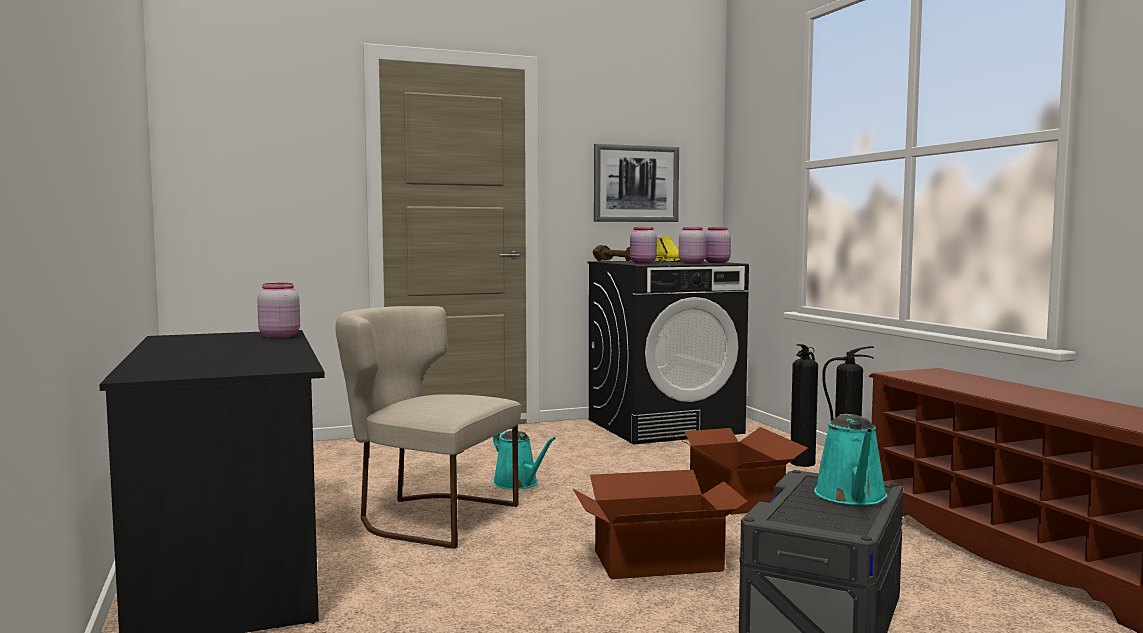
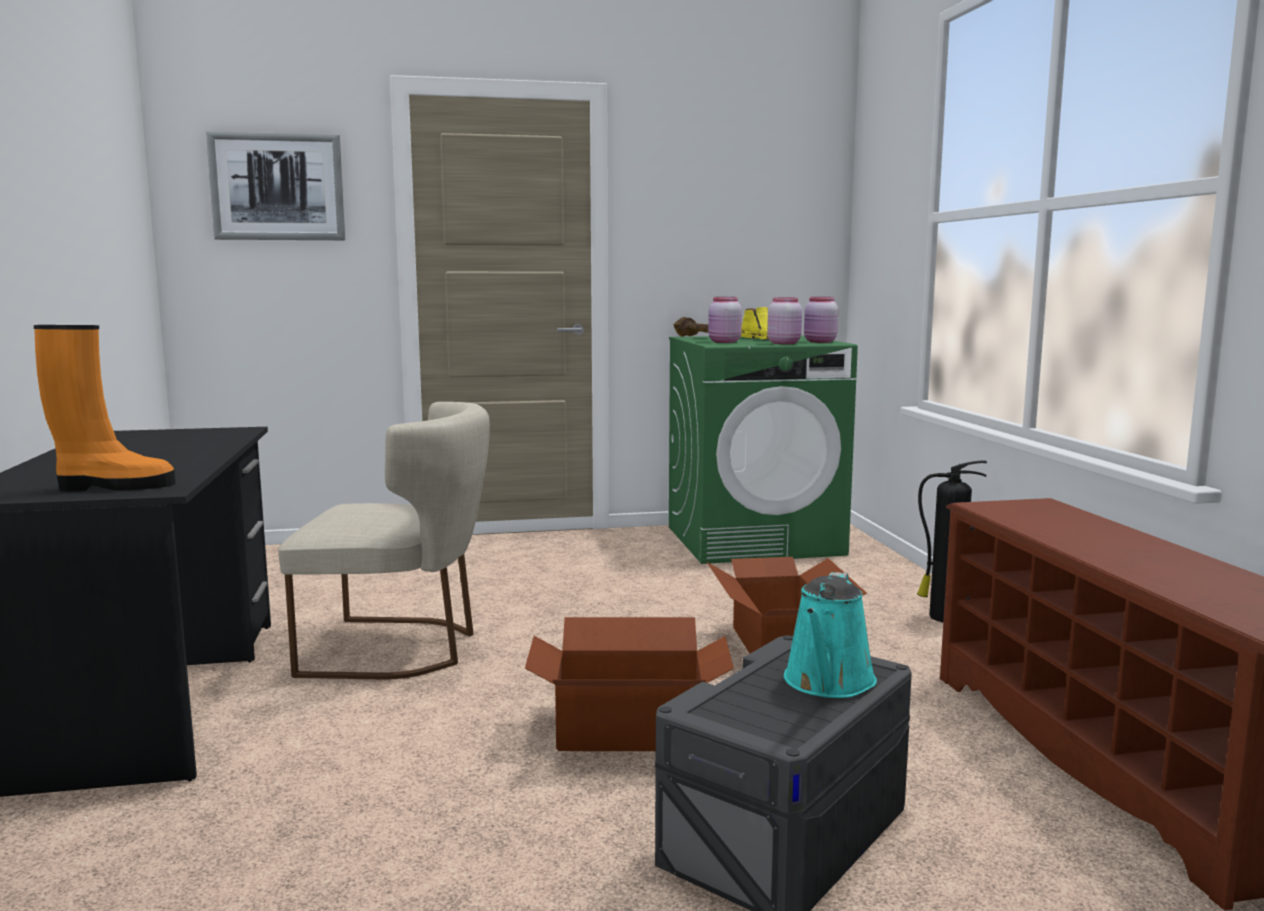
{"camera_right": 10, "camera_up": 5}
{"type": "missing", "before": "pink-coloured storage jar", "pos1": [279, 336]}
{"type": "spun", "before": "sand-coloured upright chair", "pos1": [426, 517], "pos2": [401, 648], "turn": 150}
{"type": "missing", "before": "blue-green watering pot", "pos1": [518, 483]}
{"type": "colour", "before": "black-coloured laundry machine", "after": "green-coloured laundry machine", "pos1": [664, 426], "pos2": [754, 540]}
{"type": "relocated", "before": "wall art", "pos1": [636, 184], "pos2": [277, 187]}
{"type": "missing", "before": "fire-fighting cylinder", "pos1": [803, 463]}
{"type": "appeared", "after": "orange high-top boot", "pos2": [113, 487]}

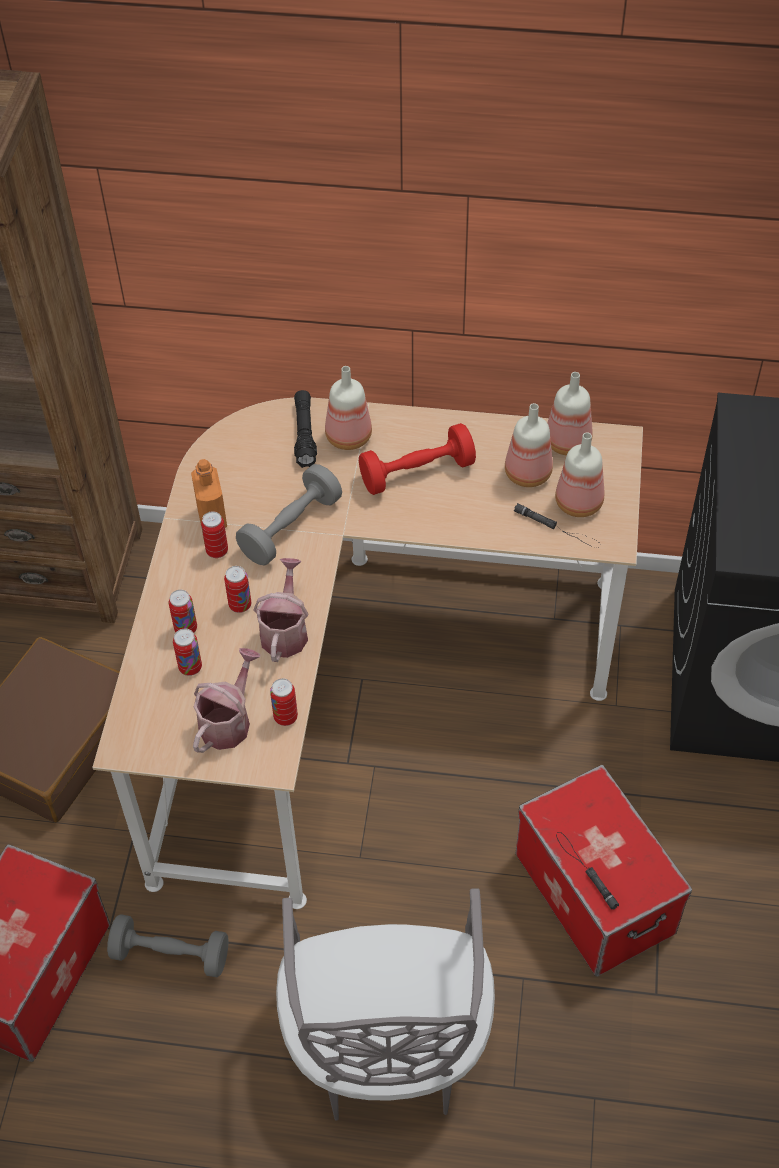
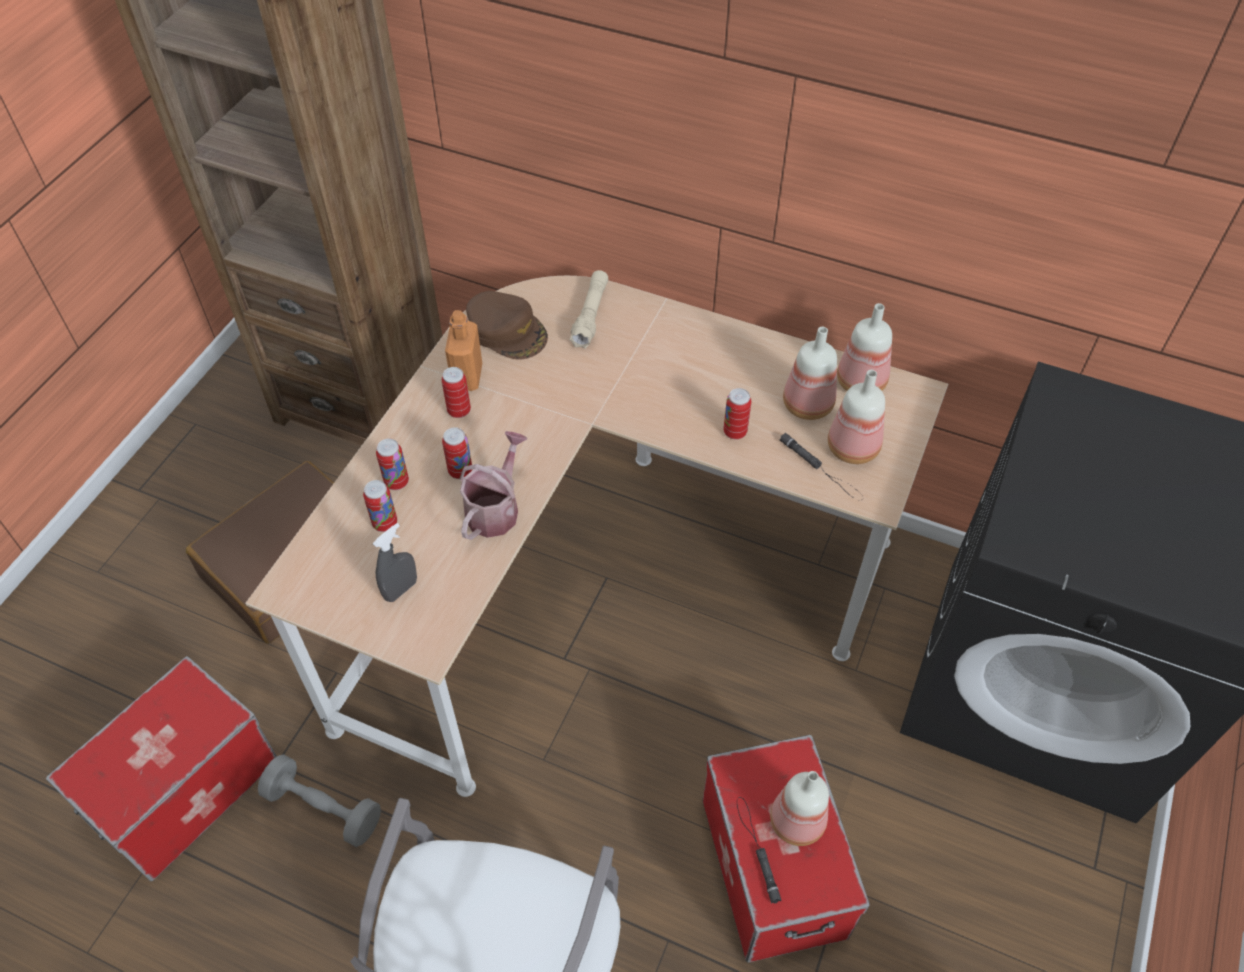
{"camera_right": 15, "camera_up": 0}
{"type": "exchanged", "before": "watering pot", "after": "grey hand sprayer", "pos1": [228, 721], "pos2": [401, 589]}
{"type": "missing", "before": "grey free weight", "pos1": [291, 528]}
{"type": "relocated", "before": "metal can", "pos1": [285, 717], "pos2": [735, 432]}
{"type": "colour", "before": "black-coloured flashlight", "after": "sand-coloured flashlight", "pos1": [304, 434], "pos2": [590, 315]}
{"type": "relocated", "before": "drink bottle", "pos1": [348, 438], "pos2": [796, 823]}
{"type": "missing", "before": "red-coloured free weight", "pos1": [417, 473]}
{"type": "appeared", "after": "brown-coloured peaked cap", "pos2": [507, 331]}

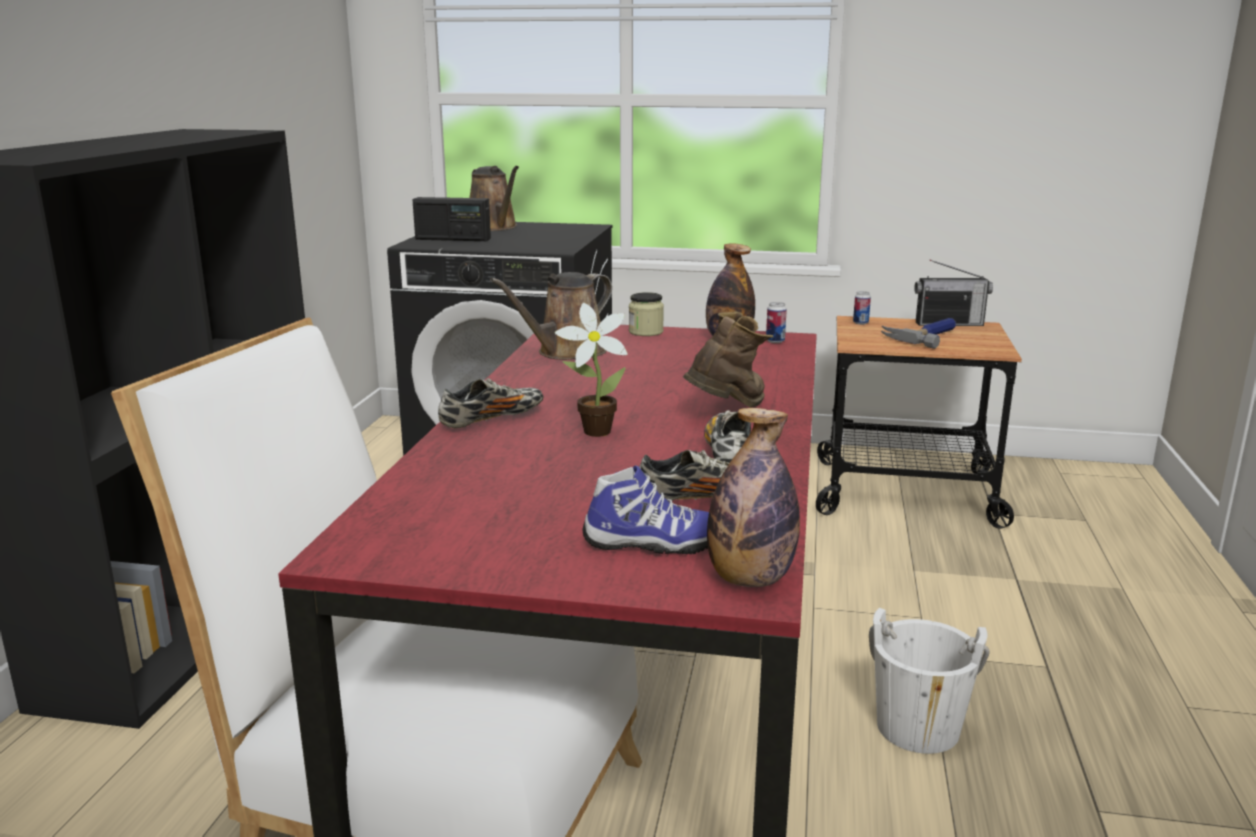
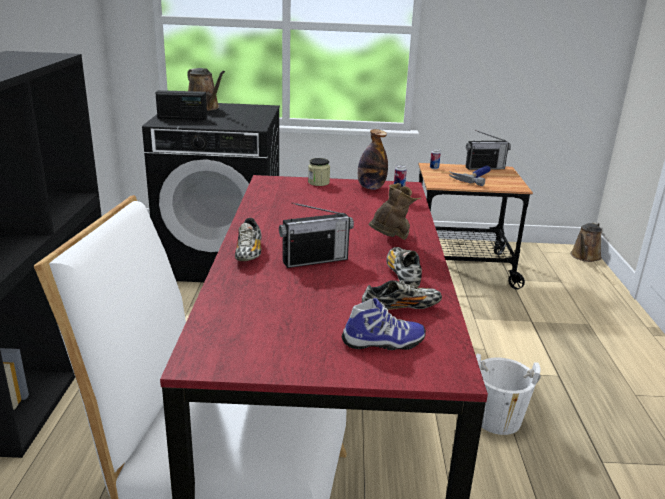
{"camera_right": -10, "camera_up": 5}
{"type": "spun", "before": "shoe", "pos1": [492, 419], "pos2": [249, 253], "turn": 135}
{"type": "relocated", "before": "brown-coloured watering pot", "pos1": [566, 352], "pos2": [584, 257]}
{"type": "exchanged", "before": "houseplant", "after": "radio set", "pos1": [592, 431], "pos2": [315, 260]}
{"type": "missing", "before": "drink bottle", "pos1": [750, 579]}

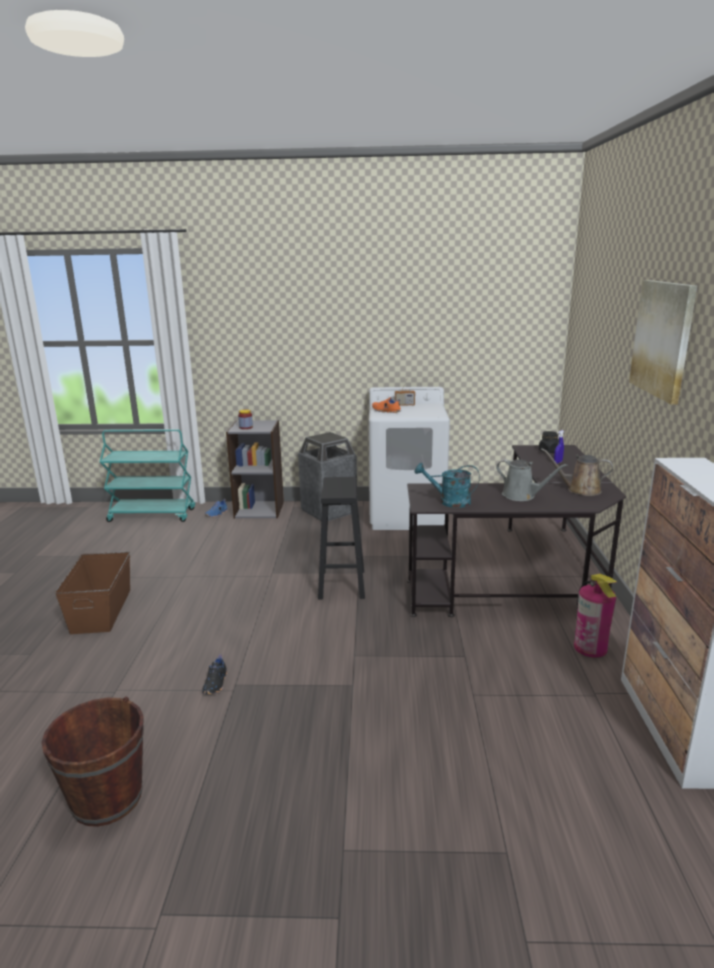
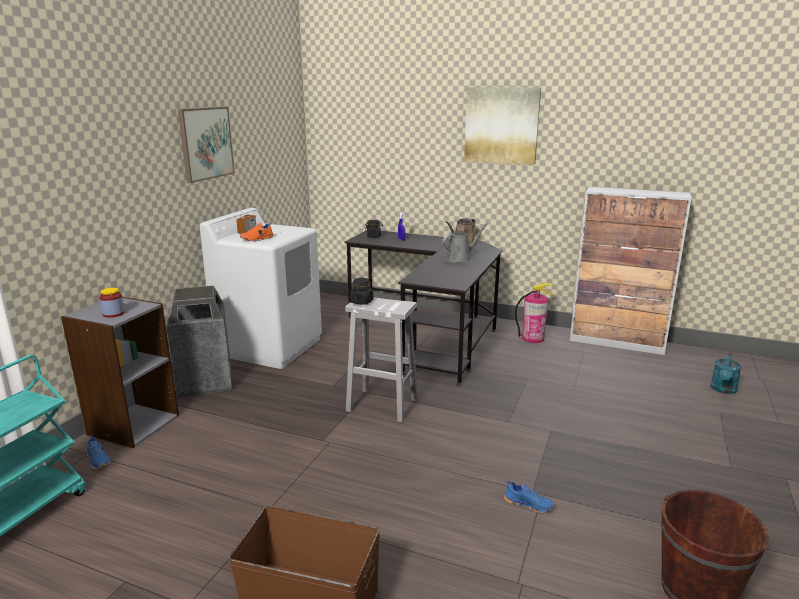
{"camera_right": -70, "camera_up": 0}
{"type": "colour", "before": "black-coloured shoe", "after": "blue shoe", "pos1": [216, 684], "pos2": [528, 504]}
{"type": "colour", "before": "black-coloured stool seat", "after": "white stool seat", "pos1": [341, 583], "pos2": [381, 405]}
{"type": "relocated", "before": "blue-green watering pot", "pos1": [449, 502], "pos2": [723, 390]}
{"type": "appeared", "after": "wall art", "pos2": [206, 143]}
{"type": "appeared", "after": "black-coloured storage jar", "pos2": [361, 302]}

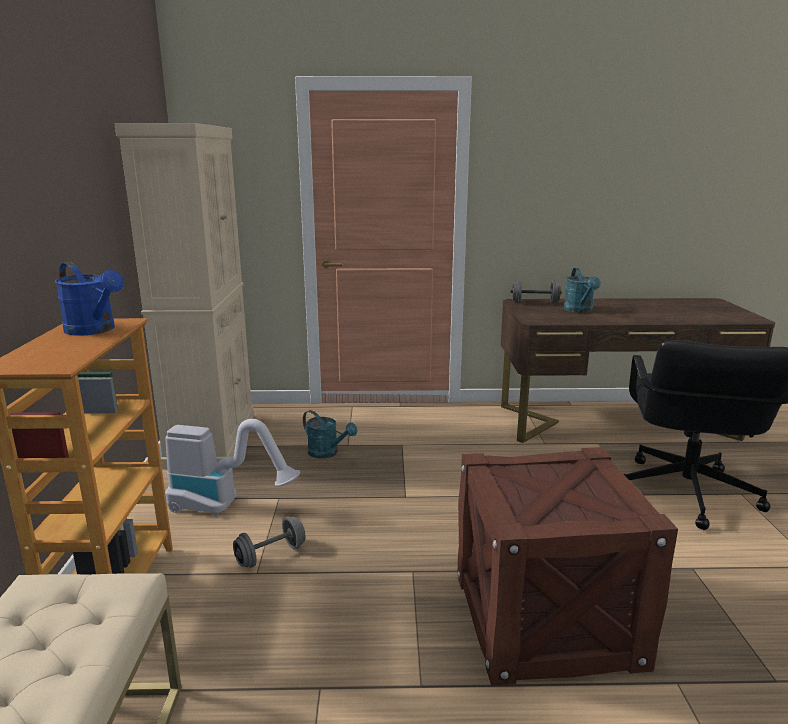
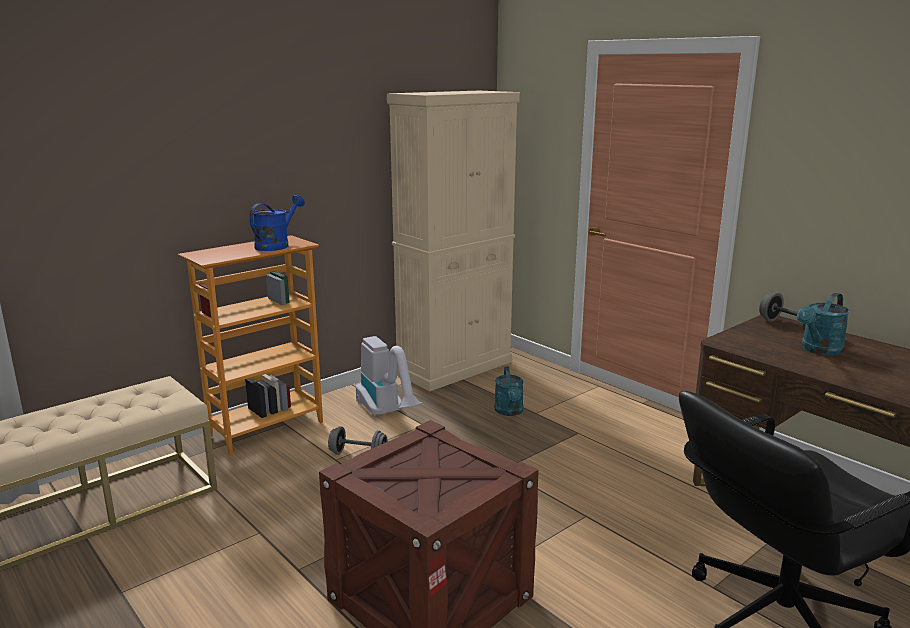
{"camera_right": 50, "camera_up": 0}
{"type": "spun", "before": "blue watering pot", "pos1": [95, 330], "pos2": [276, 245], "turn": -150}

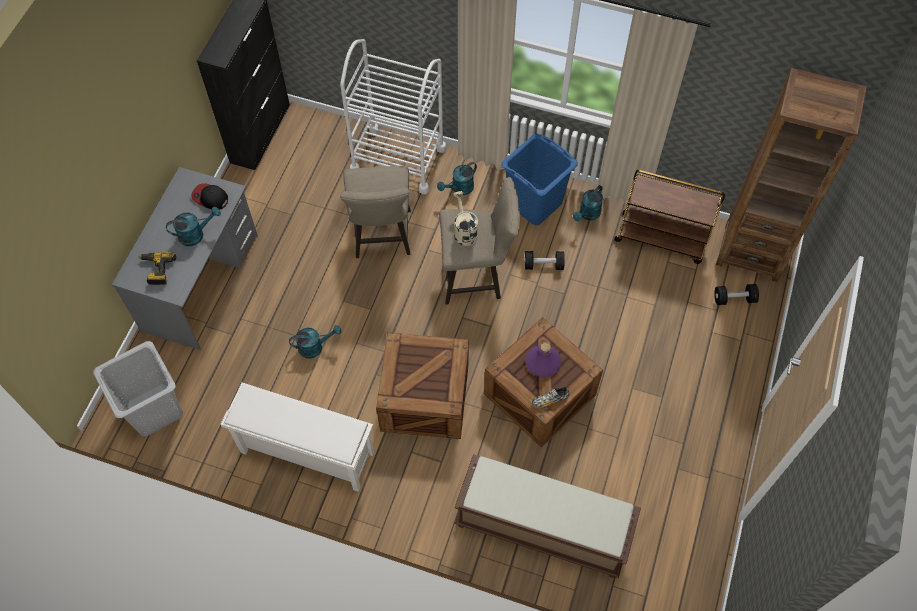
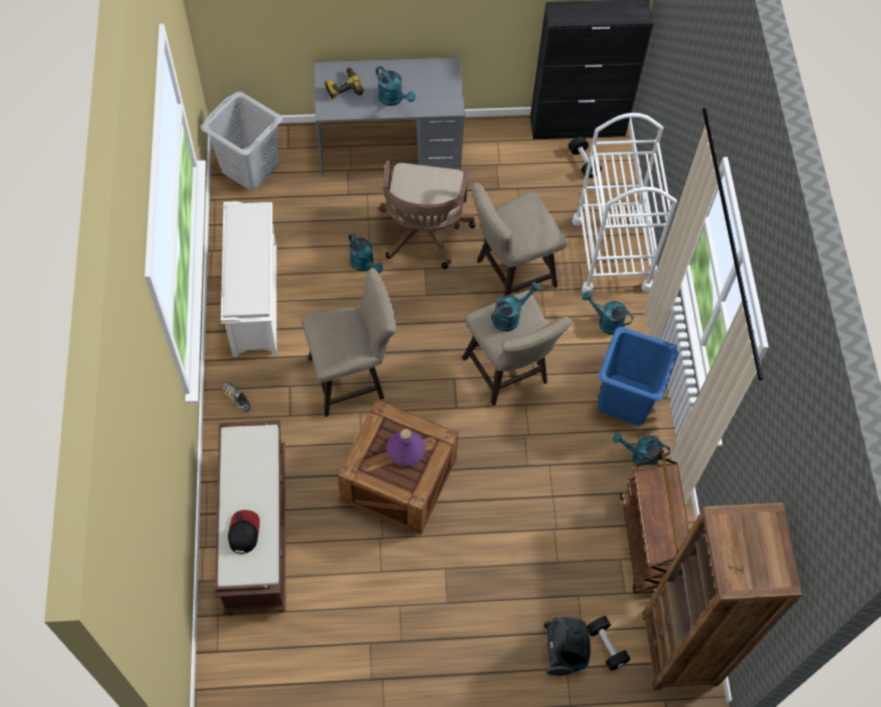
{"camera_right": 65, "camera_up": 0}
{"type": "relocated", "before": "peaked cap", "pos1": [210, 198], "pos2": [243, 532]}
{"type": "exchanged", "before": "shipping crate", "after": "sand-coloured stool seat", "pos1": [426, 397], "pos2": [352, 378]}
{"type": "colour", "before": "sand-coloured watering pot", "after": "blue-green watering pot", "pos1": [464, 231], "pos2": [510, 317]}
{"type": "relocated", "before": "black-coloured free weight", "pos1": [543, 265], "pos2": [583, 163]}
{"type": "relocated", "before": "shoe", "pos1": [550, 400], "pos2": [236, 399]}
{"type": "appeared", "after": "brown-coloured computer chair", "pos2": [424, 235]}
{"type": "appeared", "after": "vacuum cleaner", "pos2": [564, 651]}

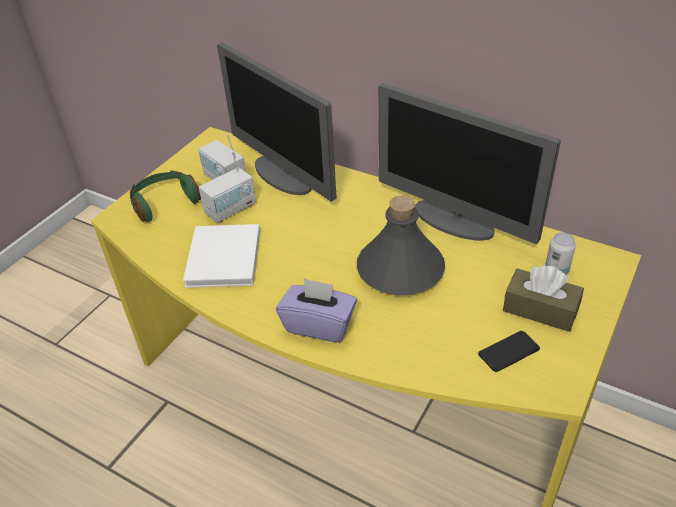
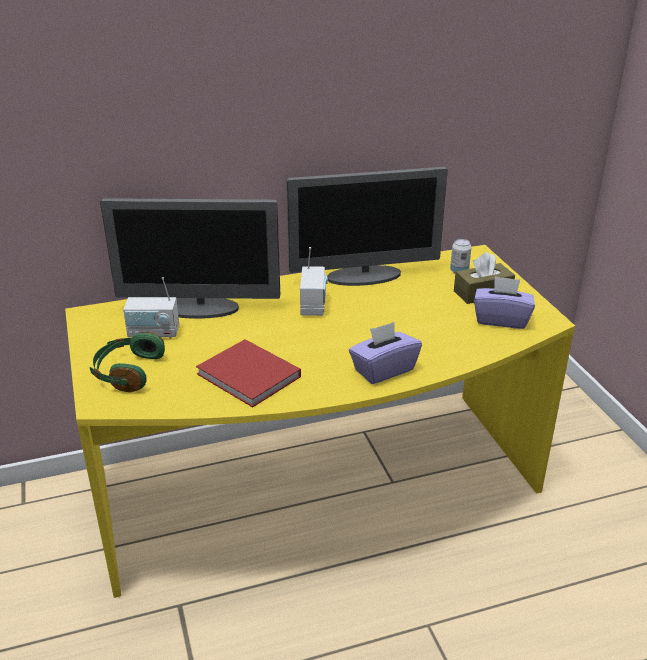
{"camera_right": -50, "camera_up": -10}
{"type": "colour", "before": "white bound book", "after": "red-coloured bound book", "pos1": [223, 260], "pos2": [250, 376]}
{"type": "relocated", "before": "radio set", "pos1": [231, 209], "pos2": [313, 305]}
{"type": "missing", "before": "grey drink bottle", "pos1": [400, 270]}
{"type": "exchanged", "before": "handset", "after": "purple tissue box", "pos1": [508, 352], "pos2": [501, 319]}

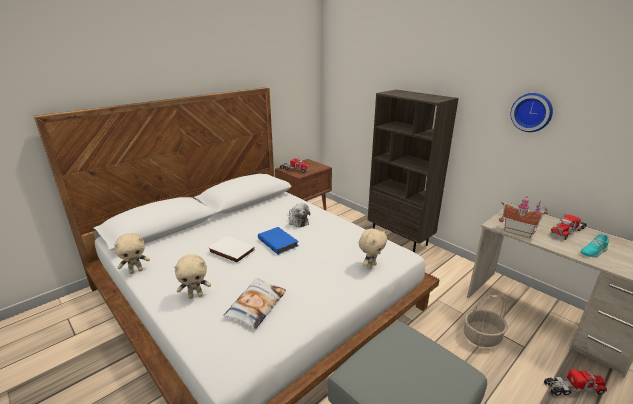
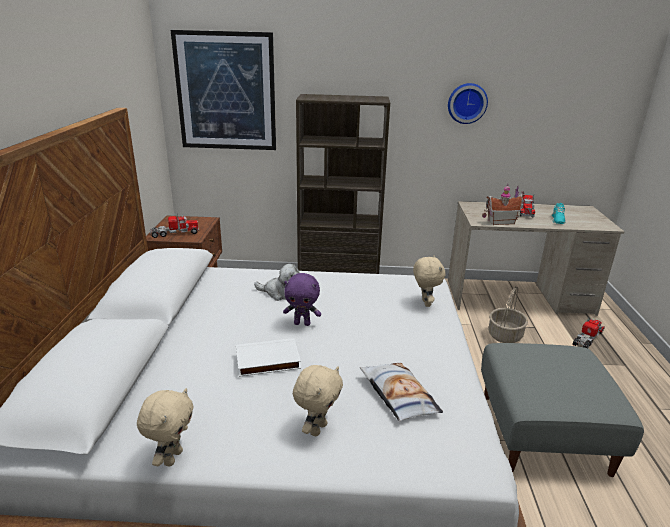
{"camera_right": -45, "camera_up": 0}
{"type": "exchanged", "before": "blue bound book", "after": "purple cuddly toy", "pos1": [279, 242], "pos2": [302, 323]}
{"type": "appeared", "after": "wall art", "pos2": [226, 92]}

